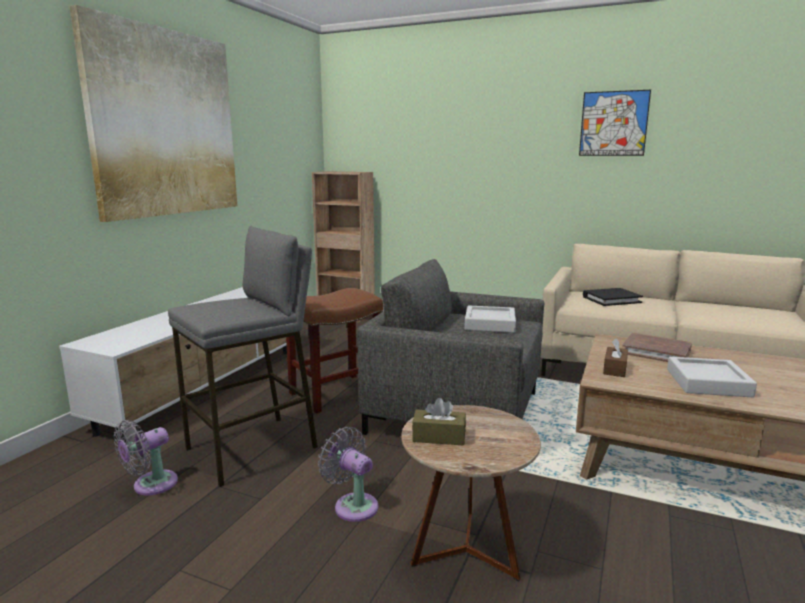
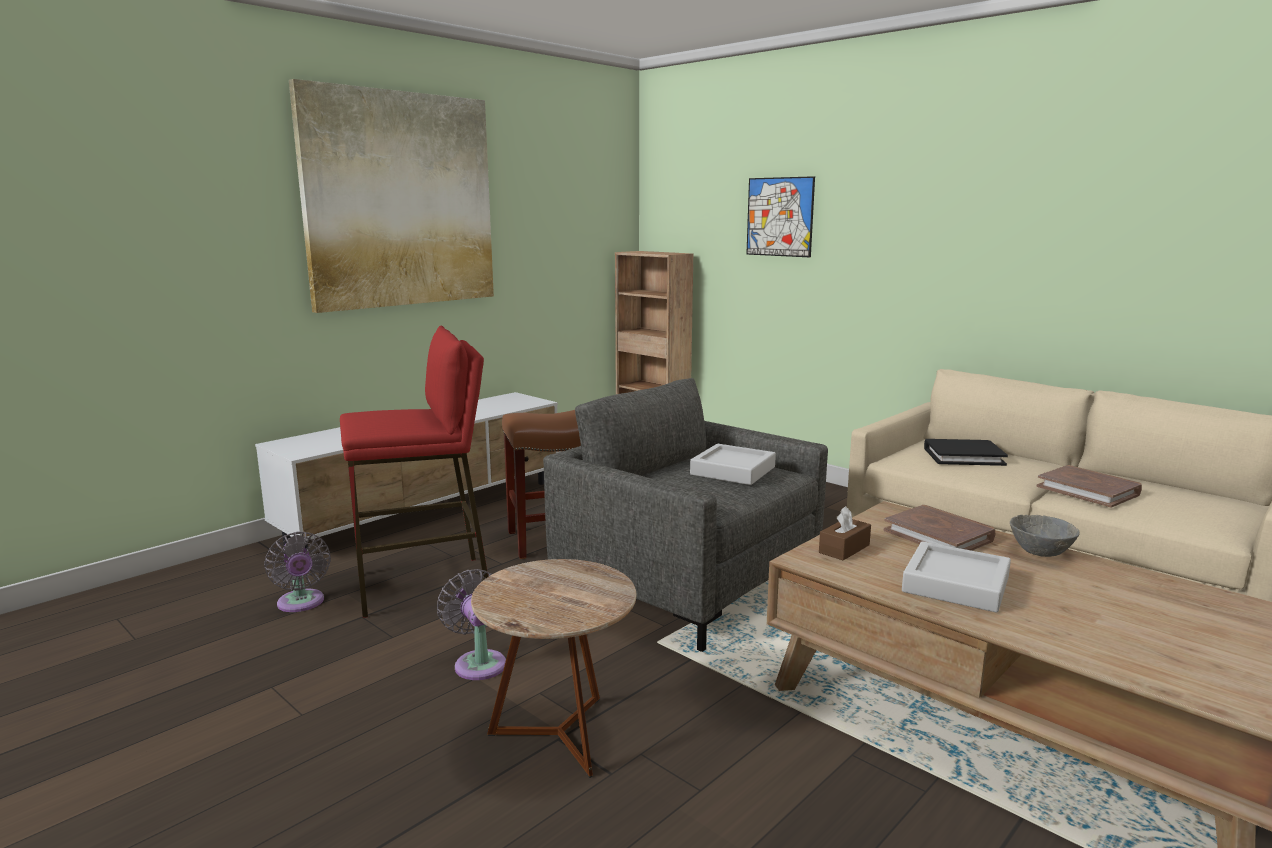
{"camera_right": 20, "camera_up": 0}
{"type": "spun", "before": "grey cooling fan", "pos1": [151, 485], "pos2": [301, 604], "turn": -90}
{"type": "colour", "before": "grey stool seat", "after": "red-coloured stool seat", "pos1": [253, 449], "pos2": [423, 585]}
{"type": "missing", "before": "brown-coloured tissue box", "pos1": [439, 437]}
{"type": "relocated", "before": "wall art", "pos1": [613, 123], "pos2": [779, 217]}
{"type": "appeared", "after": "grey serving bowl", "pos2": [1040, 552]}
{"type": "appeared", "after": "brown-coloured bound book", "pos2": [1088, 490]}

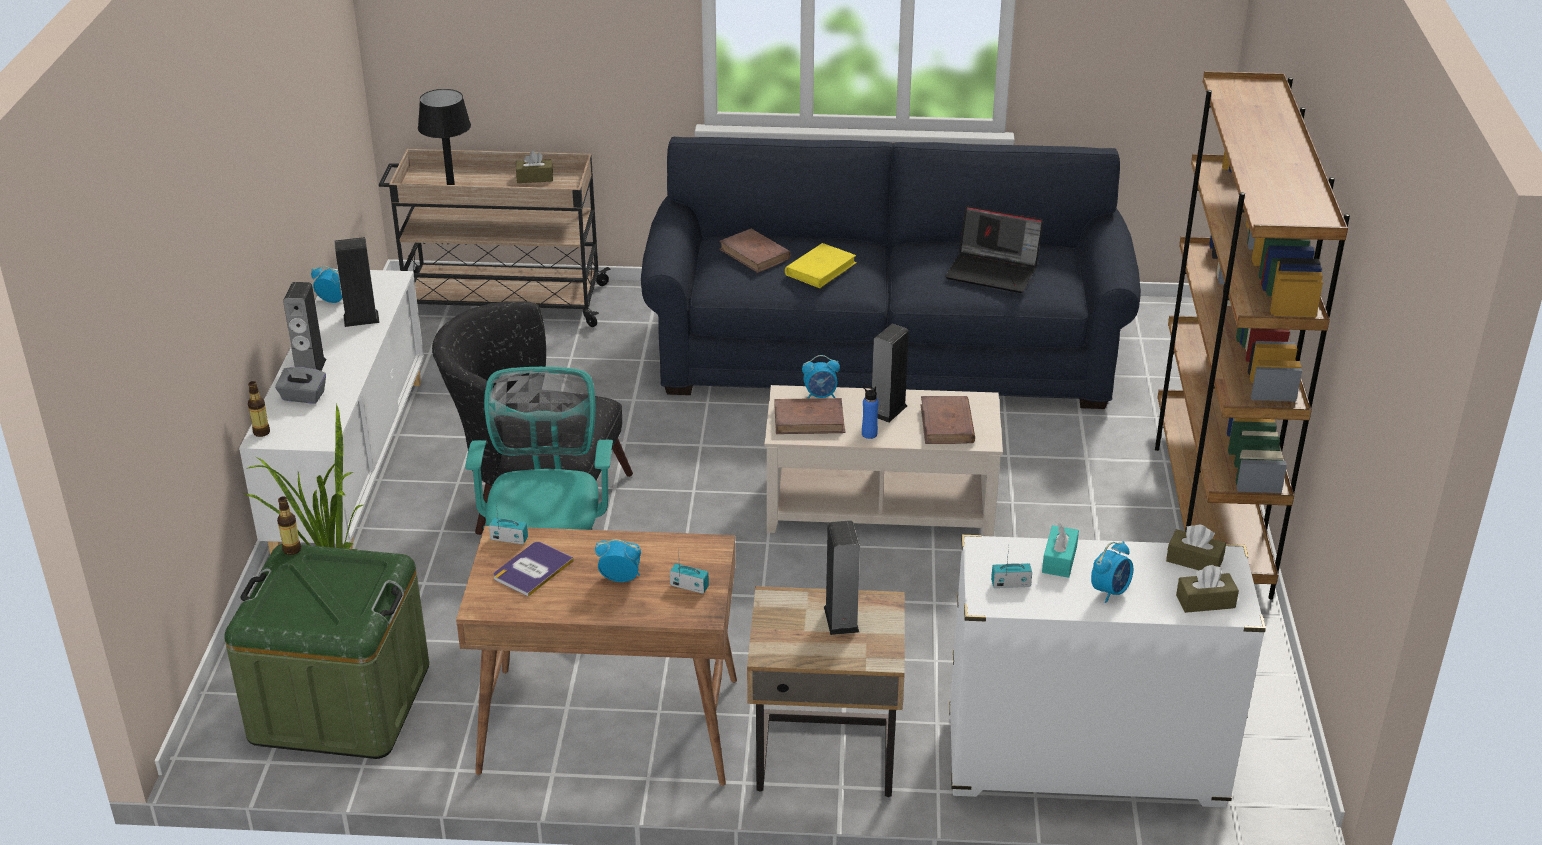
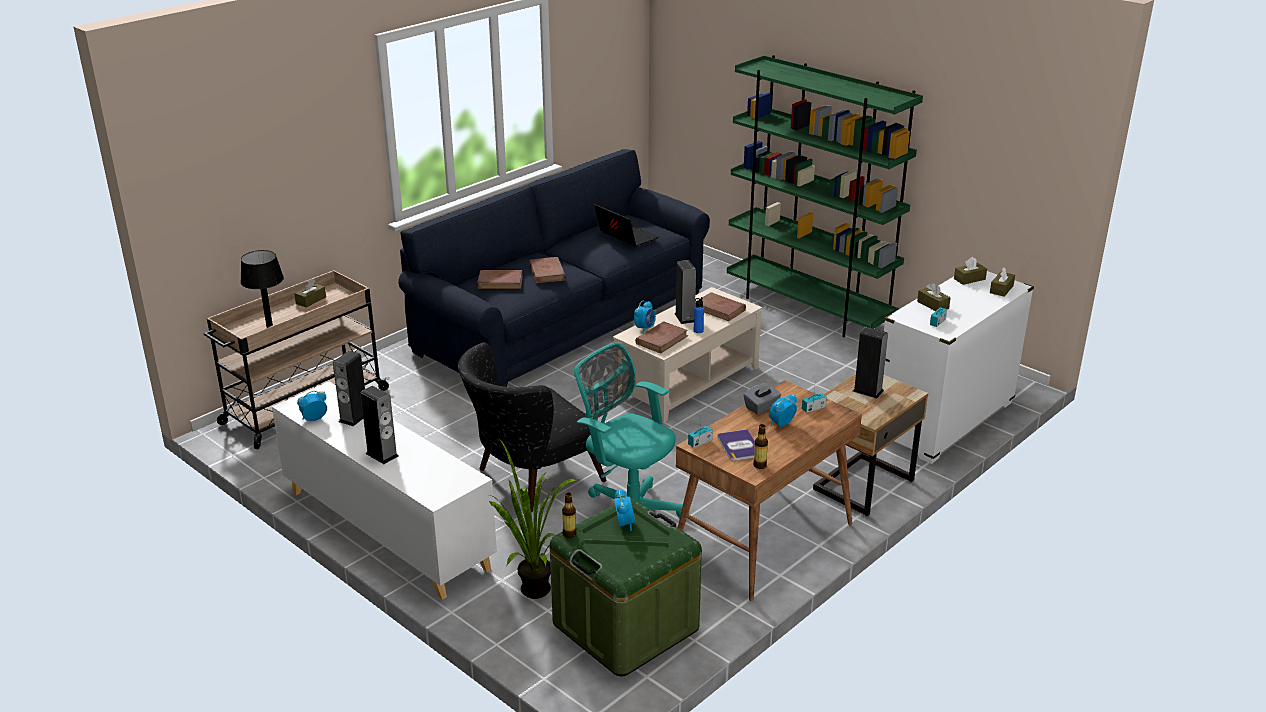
{"camera_right": -50, "camera_up": -5}
{"type": "relocated", "before": "drink bottle", "pos1": [261, 432], "pos2": [759, 465]}
{"type": "relocated", "before": "grey tissue box", "pos1": [303, 397], "pos2": [761, 407]}
{"type": "colour", "before": "yellow-coloured bound book", "after": "brown-coloured bound book", "pos1": [821, 269], "pos2": [547, 272]}
{"type": "spun", "before": "notebook computer", "pos1": [994, 271], "pos2": [625, 236], "turn": -105}
{"type": "colour", "before": "blue-green tissue box", "after": "brown-coloured tissue box", "pos1": [1059, 560], "pos2": [933, 305]}
{"type": "relocated", "before": "alarm clock", "pos1": [1110, 591], "pos2": [624, 523]}
{"type": "colour", "before": "brown-coloured bookshelf", "after": "green-coloured bookshelf", "pos1": [1209, 510], "pos2": [809, 309]}

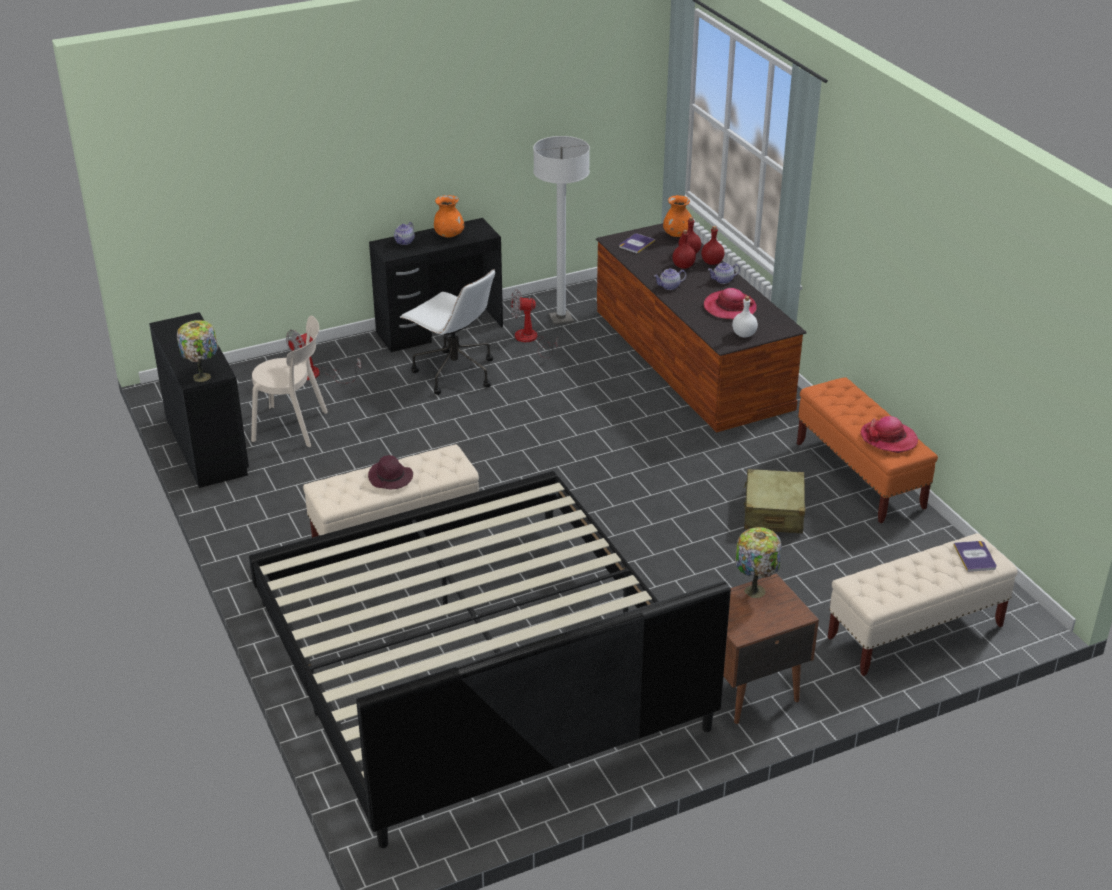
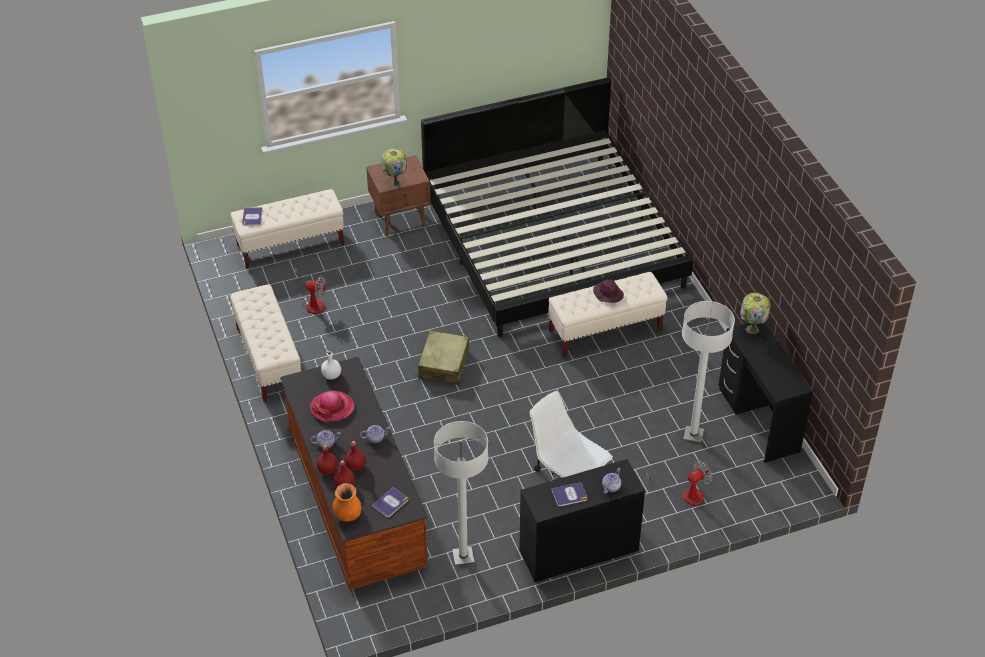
{"camera_right": -175, "camera_up": 10}
{"type": "exchanged", "before": "sand-coloured upright chair", "after": "white floor lamp", "pos1": [294, 427], "pos2": [693, 435]}
{"type": "exchanged", "before": "orange flower vase", "after": "bound book", "pos1": [449, 235], "pos2": [569, 495]}
{"type": "relocated", "before": "cooling fan", "pos1": [530, 340], "pos2": [312, 303]}
{"type": "relocated", "before": "sand-coloured suitcase", "pos1": [773, 513], "pos2": [444, 364]}
{"type": "colour", "before": "orange long seat", "after": "sand-coloured long seat", "pos1": [859, 476], "pos2": [269, 359]}
{"type": "missing", "before": "hat", "pos1": [888, 438]}

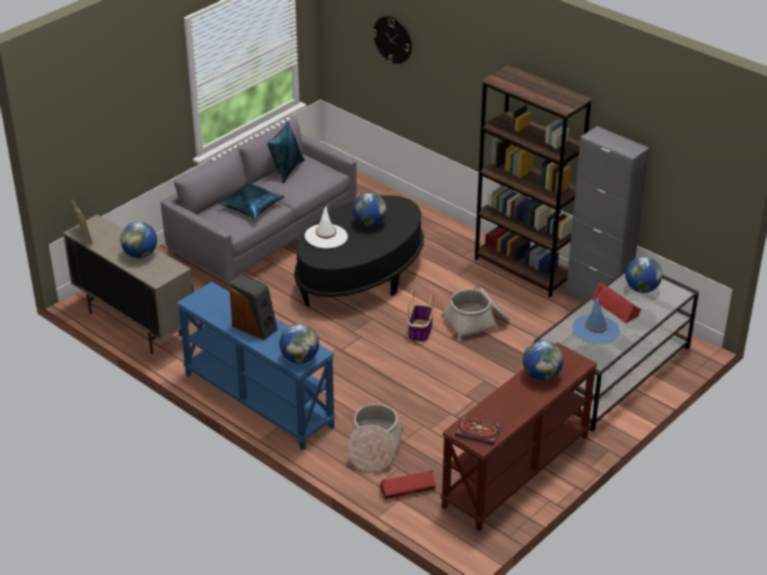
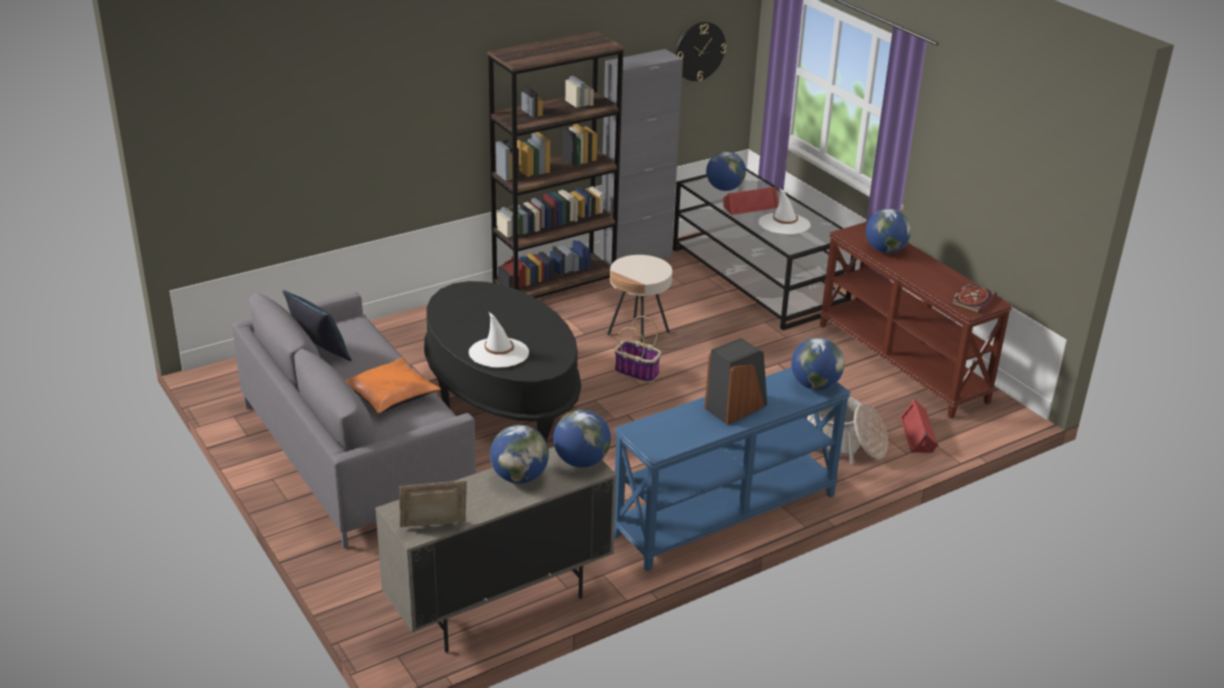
{"camera_right": -75, "camera_up": -5}
{"type": "colour", "before": "blue throw pillow", "after": "orange throw pillow", "pos1": [252, 206], "pos2": [391, 394]}
{"type": "relocated", "before": "globe", "pos1": [369, 223], "pos2": [581, 461]}
{"type": "relocated", "before": "clock on the wall", "pos1": [393, 39], "pos2": [699, 51]}
{"type": "exchanged", "before": "household basket", "after": "sand-coloured side table", "pos1": [476, 322], "pos2": [638, 333]}
{"type": "colour", "before": "blue hat", "after": "white hat", "pos1": [596, 329], "pos2": [784, 224]}

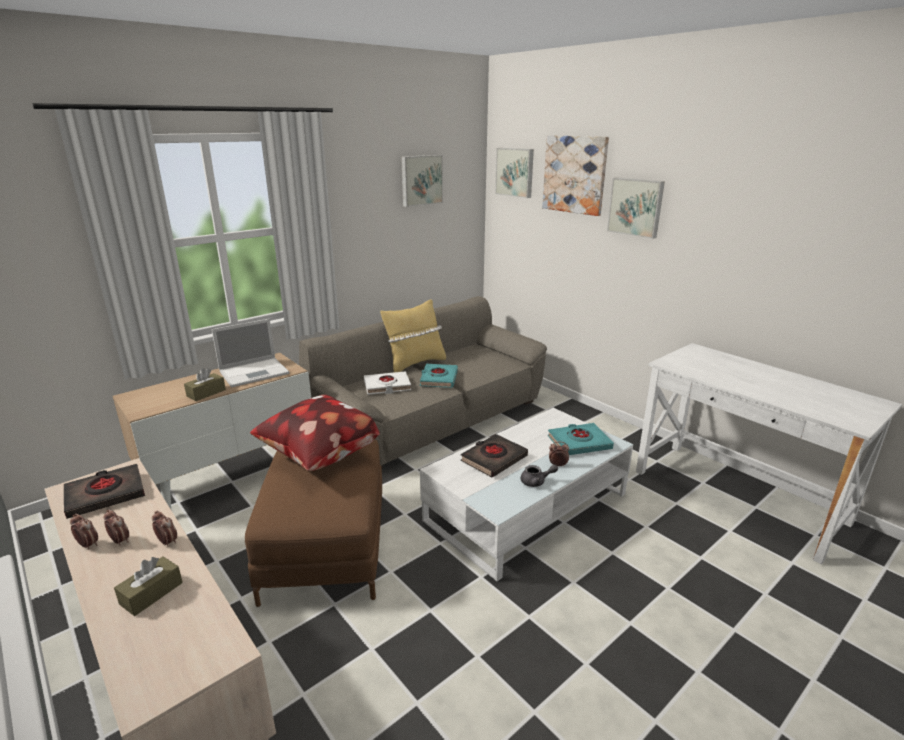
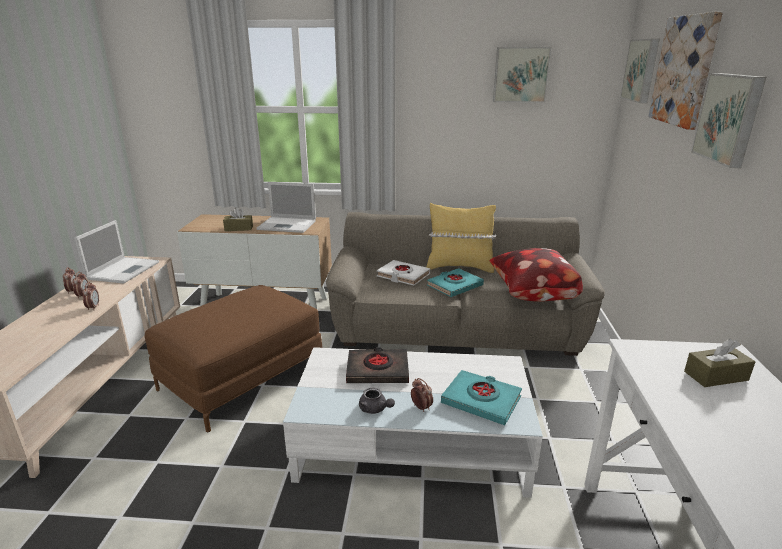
{"camera_right": 45, "camera_up": 0}
{"type": "exchanged", "before": "black-coloured bound book", "after": "notebook computer", "pos1": [106, 495], "pos2": [124, 270]}
{"type": "relocated", "before": "brown-coloured tissue box", "pos1": [151, 593], "pos2": [716, 376]}
{"type": "relocated", "before": "throw pillow", "pos1": [319, 457], "pos2": [531, 296]}

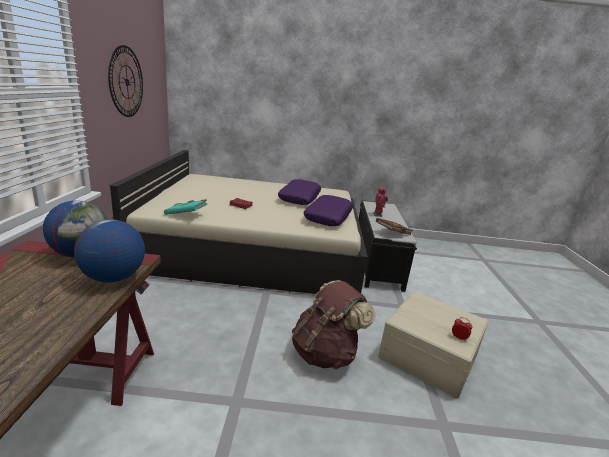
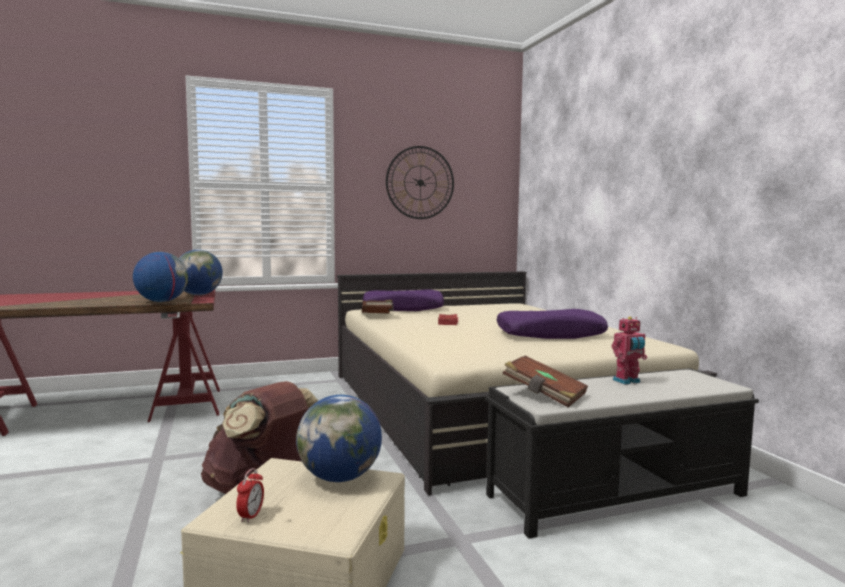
{"camera_right": 70, "camera_up": -15}
{"type": "colour", "before": "blue-green bound book", "after": "brown-coloured bound book", "pos1": [186, 214], "pos2": [377, 316]}
{"type": "relocated", "before": "purple throw pillow", "pos1": [328, 217], "pos2": [403, 308]}
{"type": "appeared", "after": "globe", "pos2": [340, 478]}

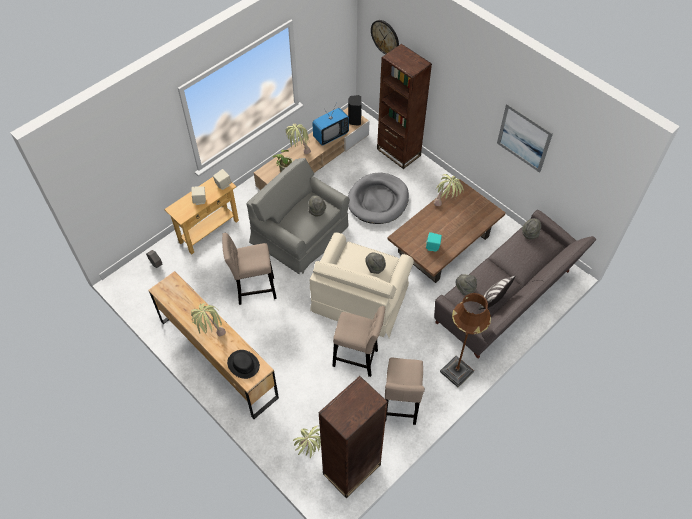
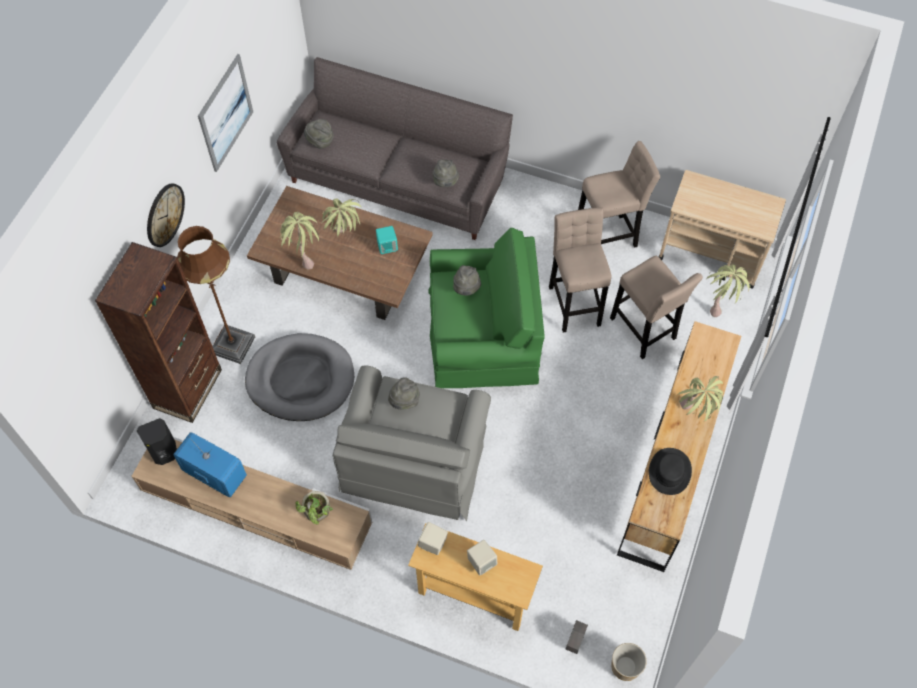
{"camera_right": -115, "camera_up": 5}
{"type": "relocated", "before": "sand-coloured stool seat", "pos1": [253, 290], "pos2": [644, 332]}
{"type": "relocated", "before": "black-coloured hat", "pos1": [243, 364], "pos2": [669, 471]}
{"type": "relocated", "before": "houseplant", "pos1": [298, 152], "pos2": [344, 240]}
{"type": "colour", "before": "sand-coloured armchair", "after": "green-coloured armchair", "pos1": [360, 297], "pos2": [483, 335]}
{"type": "exchanged", "before": "brown-coloured bookshelf", "after": "sand-coloured cart", "pos1": [351, 469], "pos2": [711, 255]}
{"type": "relocated", "before": "clock on the wall", "pos1": [385, 37], "pos2": [164, 214]}
{"type": "relocated", "before": "brown-coloured floor lamp", "pos1": [456, 372], "pos2": [233, 345]}
{"type": "missing", "before": "throw pillow", "pos1": [492, 301]}
{"type": "appeared", "after": "flower pot", "pos2": [625, 667]}

